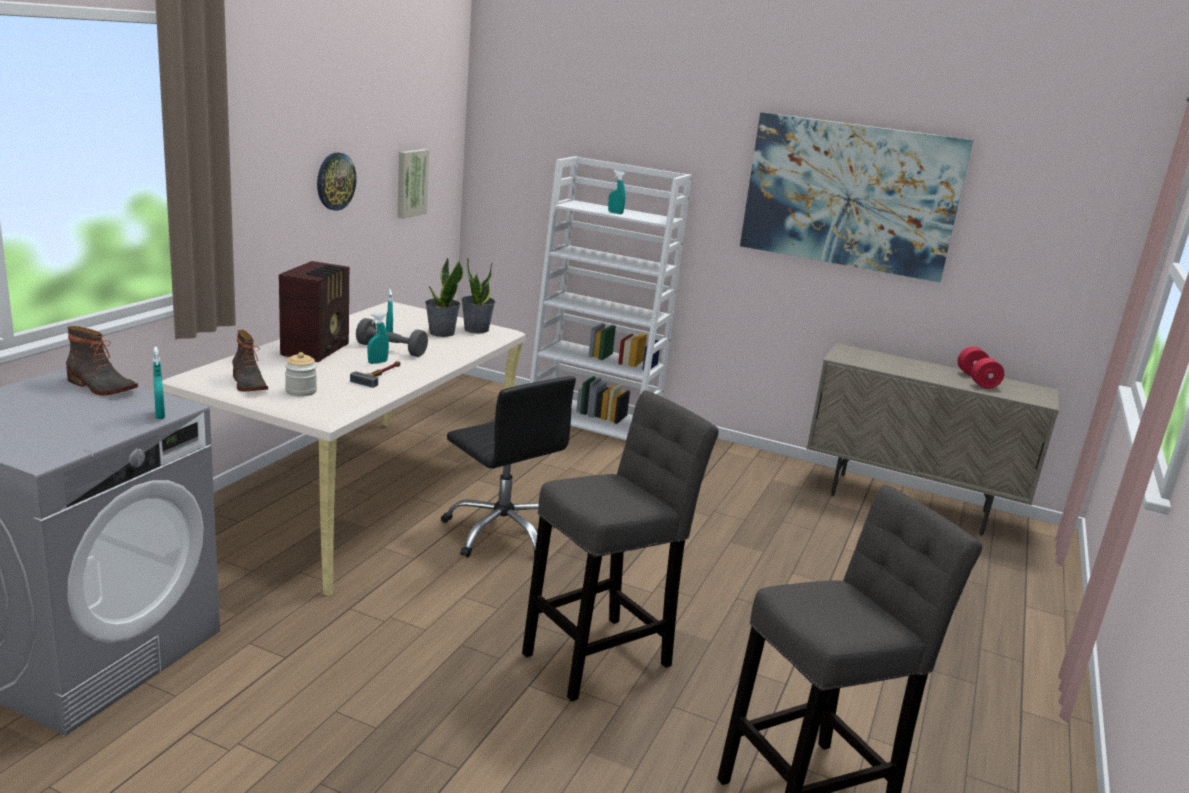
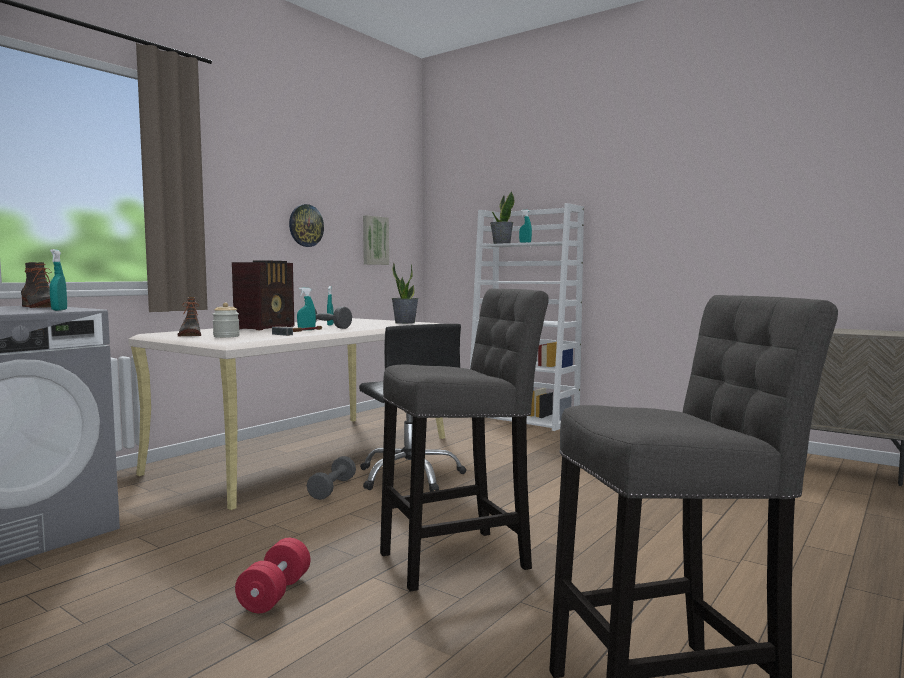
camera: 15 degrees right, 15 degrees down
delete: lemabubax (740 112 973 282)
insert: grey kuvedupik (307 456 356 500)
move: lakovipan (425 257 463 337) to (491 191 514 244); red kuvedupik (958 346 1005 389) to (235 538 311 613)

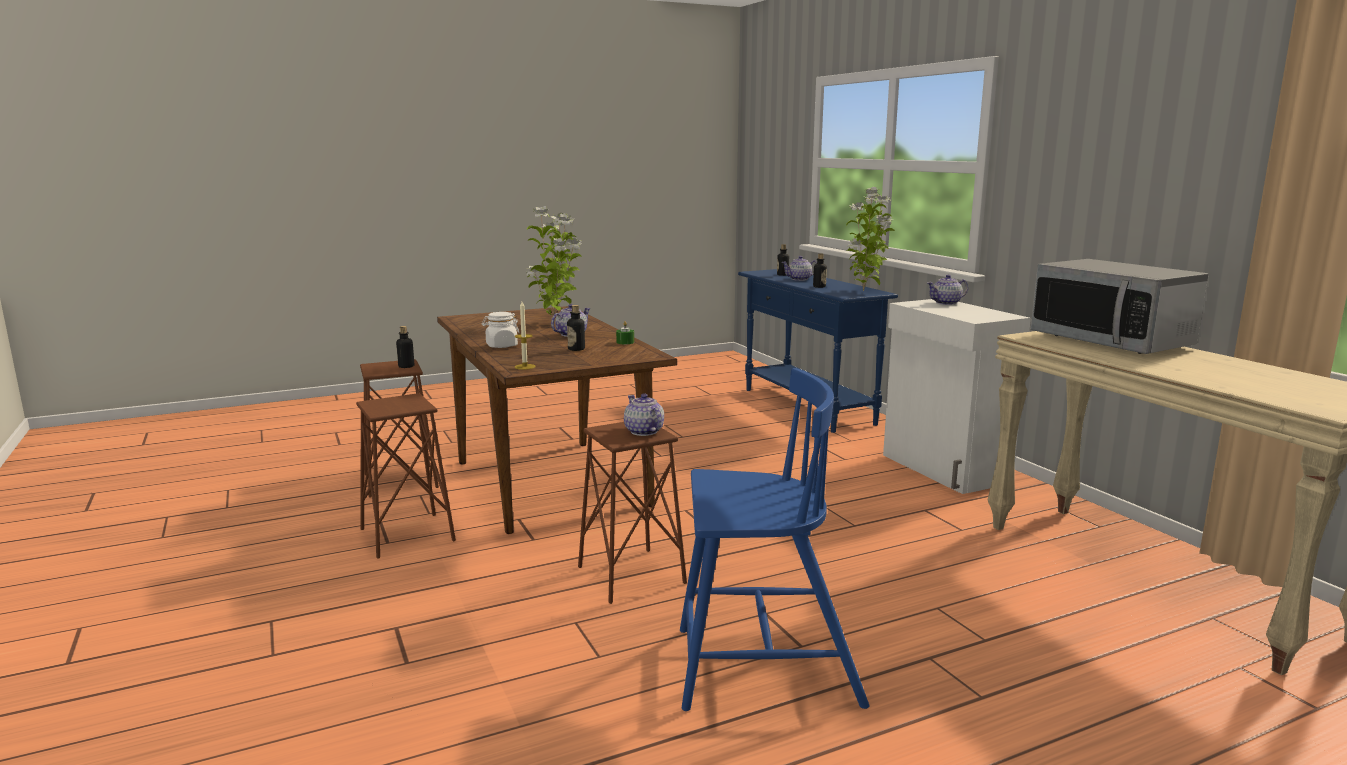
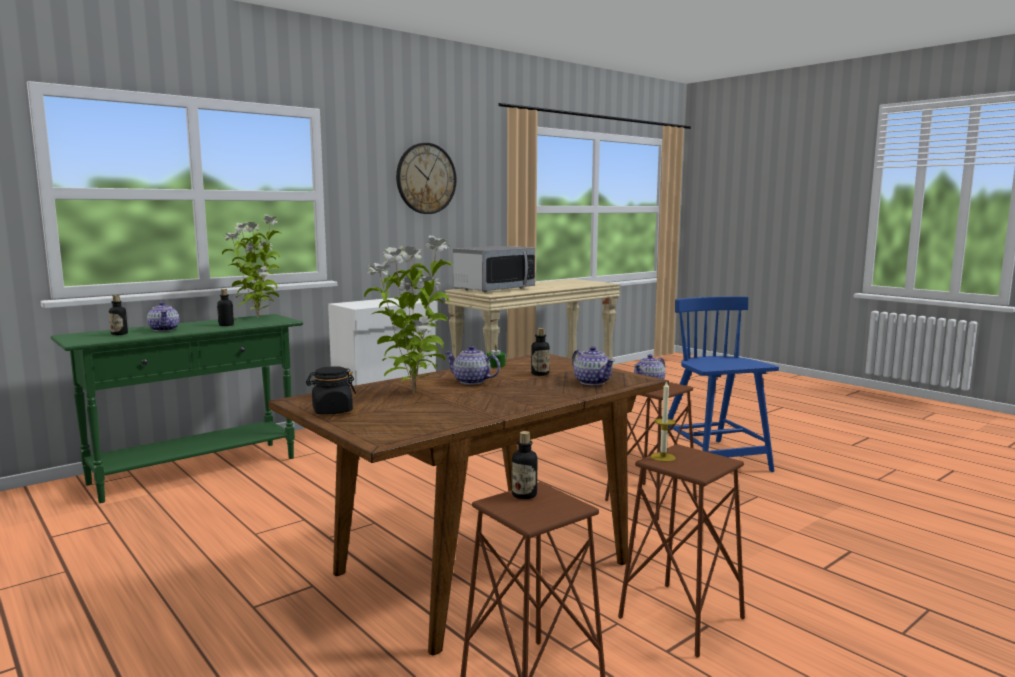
camera: 105 degrees left, 5 degrees down
delete: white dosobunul (481 312 520 348)
insert: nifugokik (396 143 456 214); black dosobunul (306 366 356 414)
move: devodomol (927 275 968 305) to (572 346 615 385); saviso (515 302 535 370) to (651 380 676 462)
recolor: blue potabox (738 269 898 433) to green potabox (51 314 303 503)

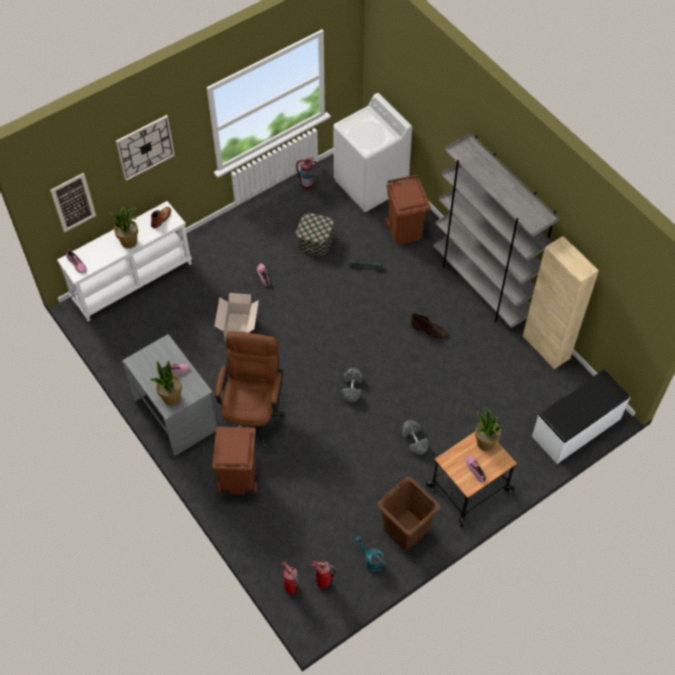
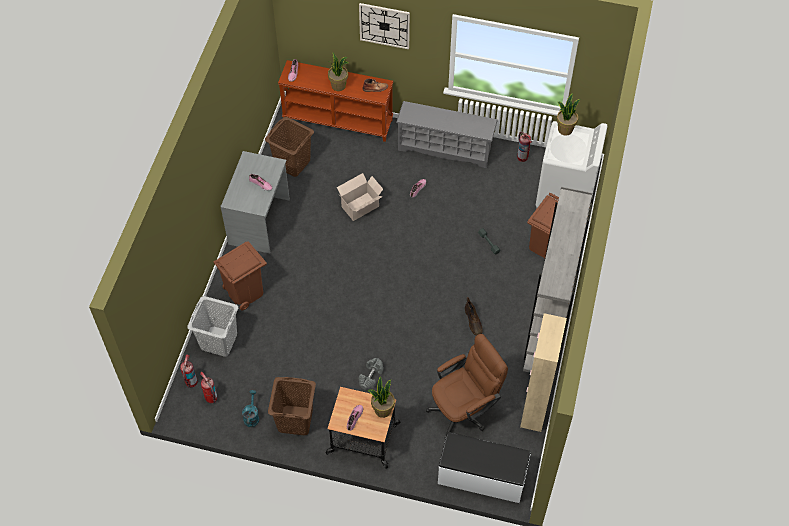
camera: 50 degrees right, 0 degrees up
delete: lemabubax (50 173 96 233); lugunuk (296 213 333 256); grey kuvedupik (342 368 363 402)
insert: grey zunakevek (396 101 498 168); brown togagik (265 117 314 177); grey togagik (187 296 238 357)
move: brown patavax (215 331 284 448) to (426 334 508 439); lakovipan (150 360 182 405) to (557 93 581 135)
recolor: white potabox (57 201 192 322) to brown potabox (278 60 393 142)

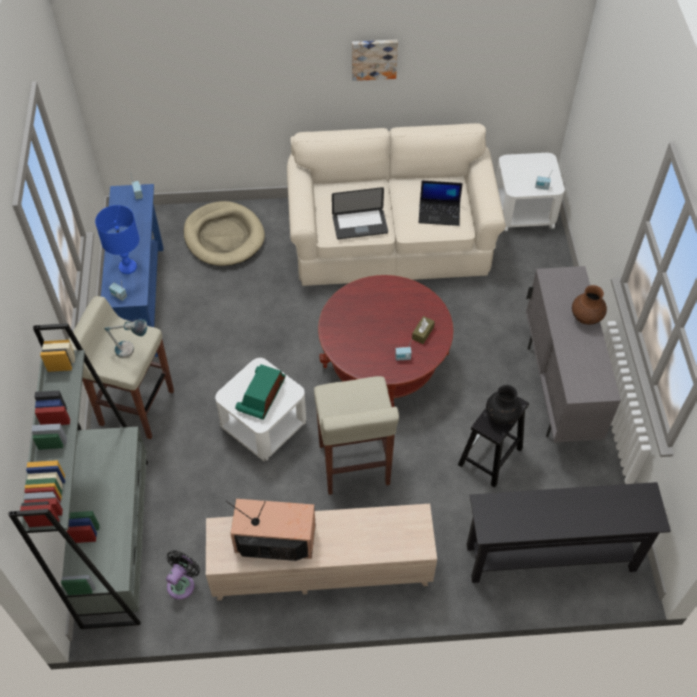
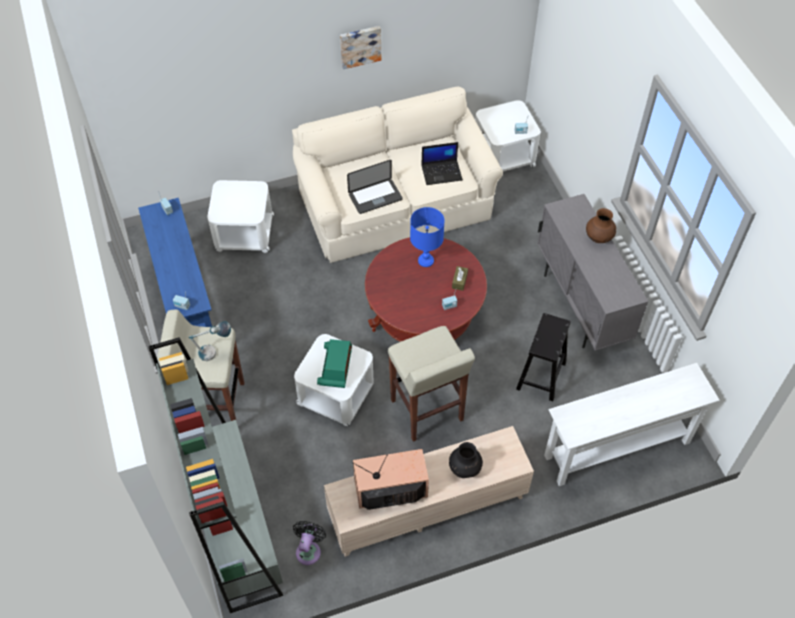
camera: 15 degrees left, 0 degrees up
move: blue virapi (95 205 139 274) to (410 207 444 267); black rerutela (486 385 522 424) to (449 442 483 478)
replace: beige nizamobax (184 201 265 266) to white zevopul (207 180 274 253)
recolor: black potabox (467 482 671 583) to white potabox (544 363 720 486)

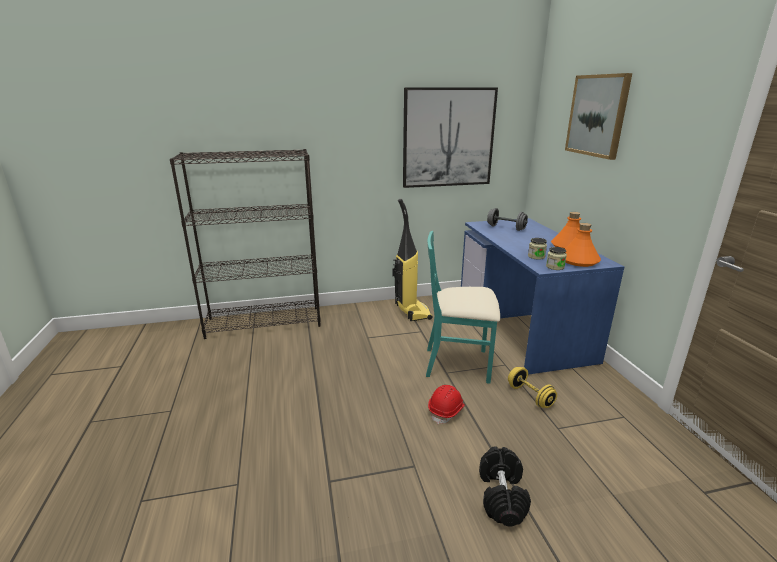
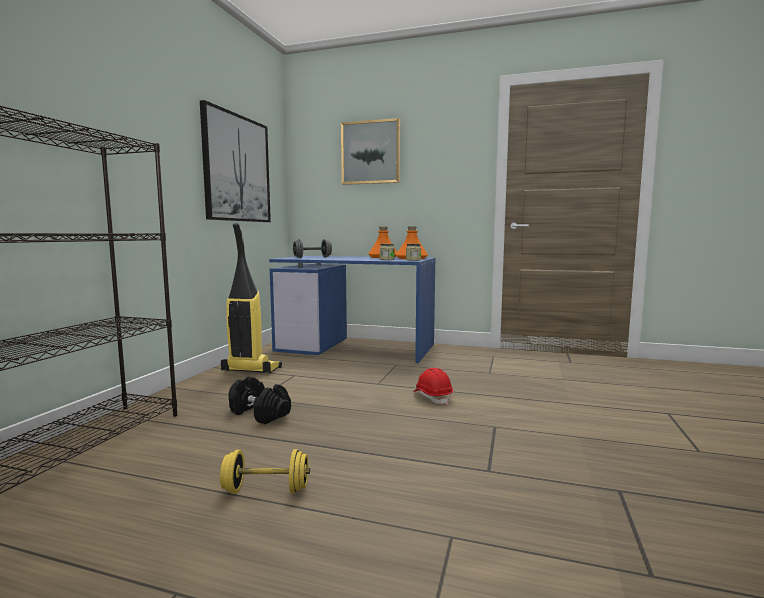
camera: 60 degrees left, 15 degrees down
delete: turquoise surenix (426 231 500 383)
move: yellow kuvedupik (508 367 557 408) to (220 449 310 494); black kuvedupik (479 446 531 527) to (229 377 291 424)

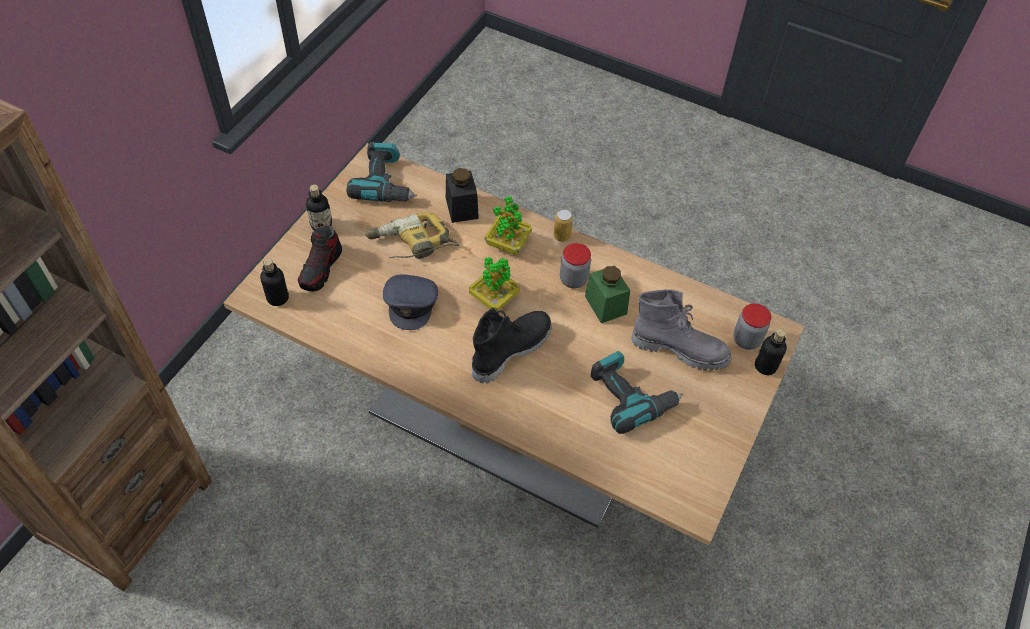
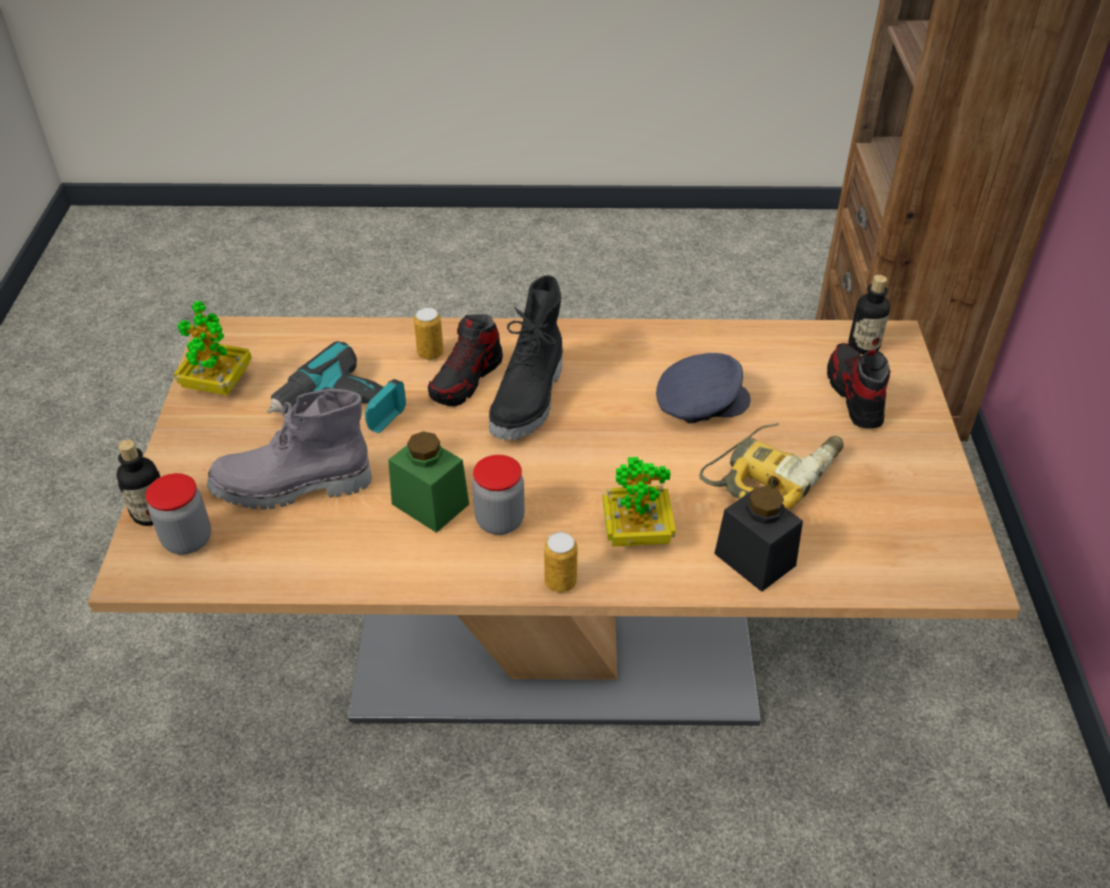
camera: 155 degrees right, 10 degrees down
delete: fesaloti (346 142 417 202); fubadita (306 185 332 230)
insert: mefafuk (414 307 444 360); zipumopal (428 314 503 406)
move: lakovipan (469 257 520 311) to (174 301 252 395)
rotate: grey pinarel (383 274 438 330) = (656 353 751 424) 105 degrees clockwise

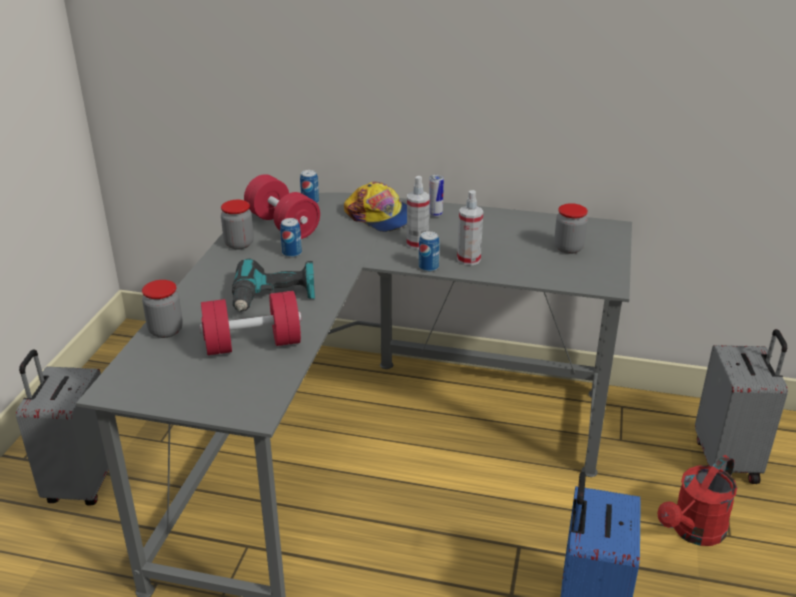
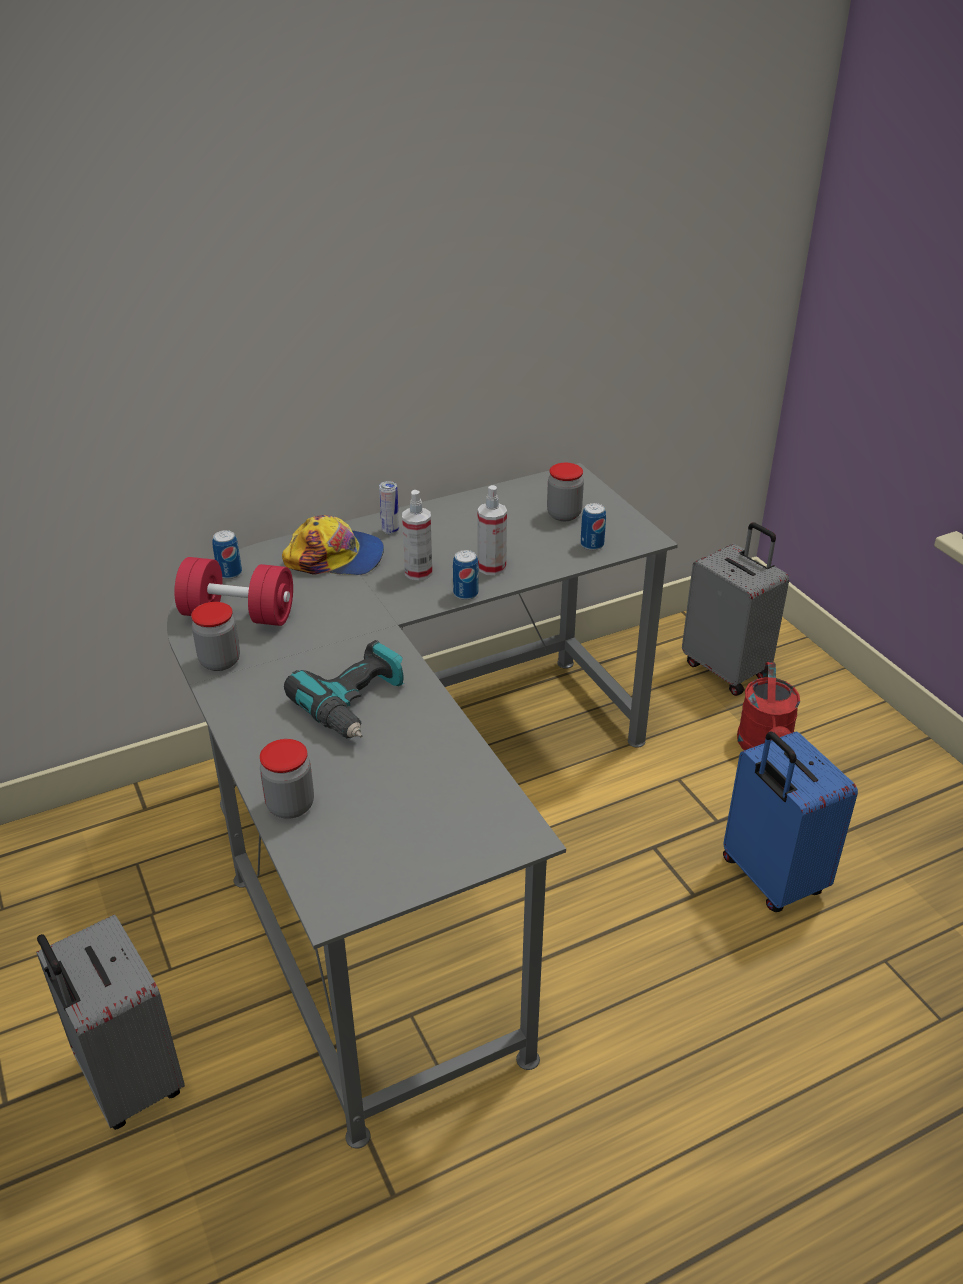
camera: 40 degrees left, 5 degrees up
delete: red kuvedupik (200 291 301 355)
move: mefafuk (280 218 302 258) to (580 503 606 550)

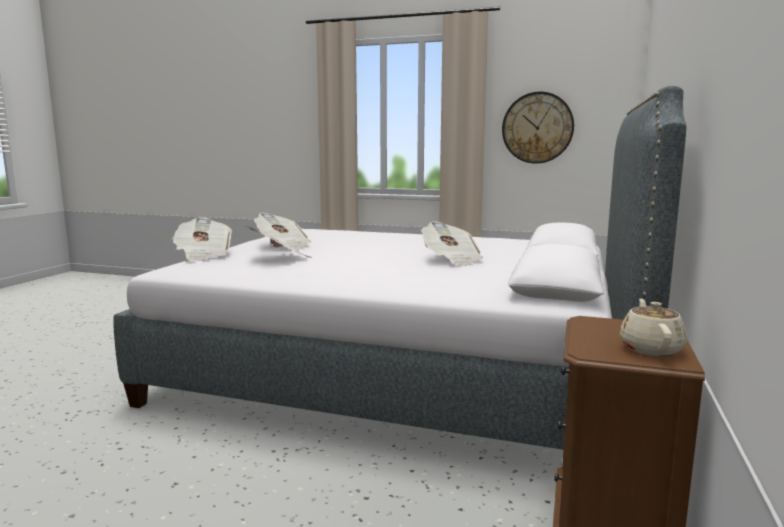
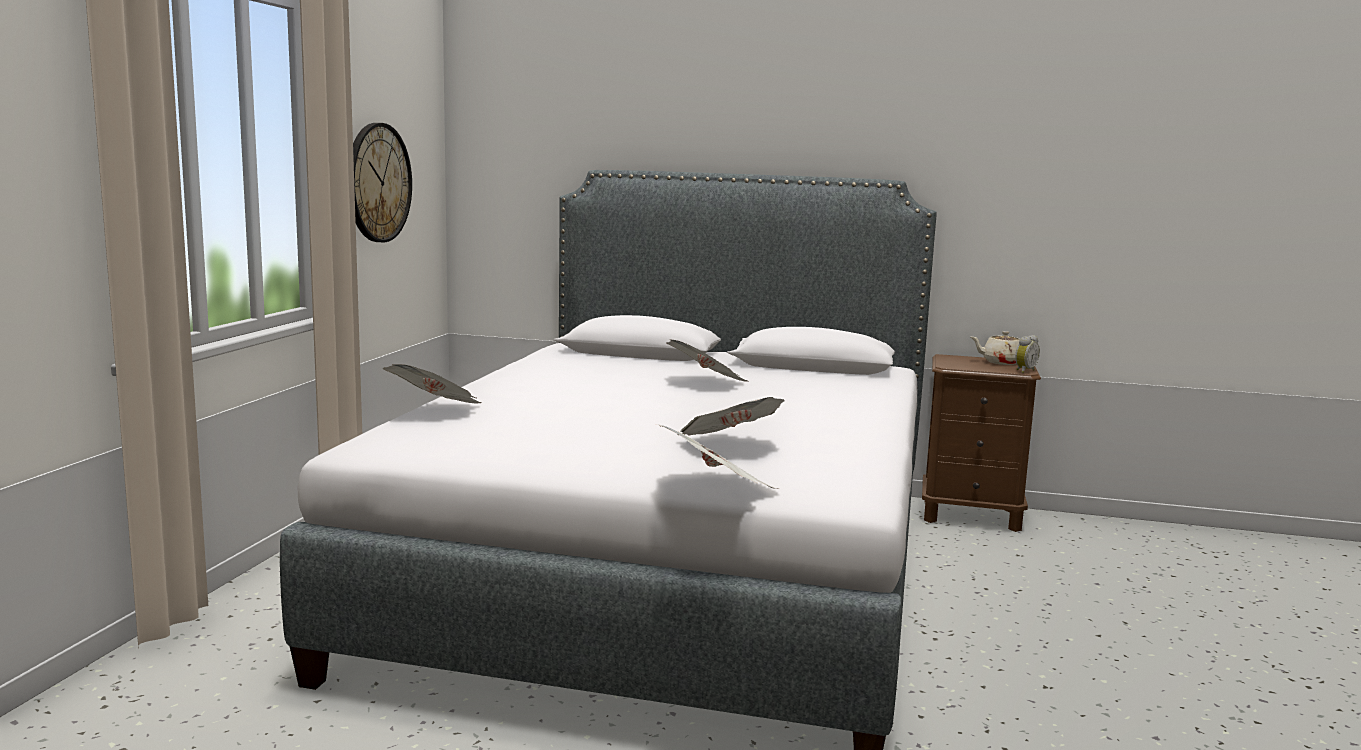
camera: 95 degrees left, 0 degrees up
insert: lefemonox (1015 335 1040 373)
move: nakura (254 213 311 250) to (383 364 482 404)

